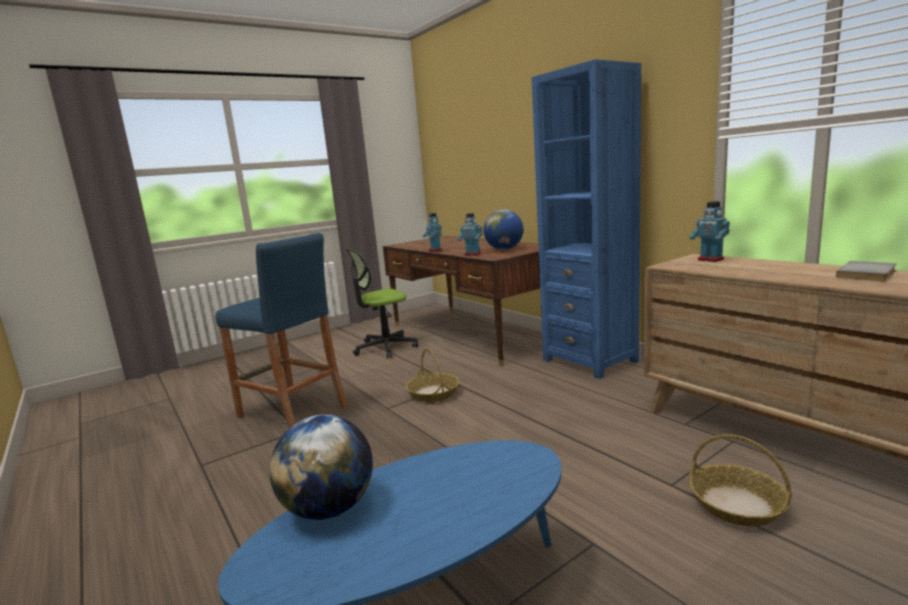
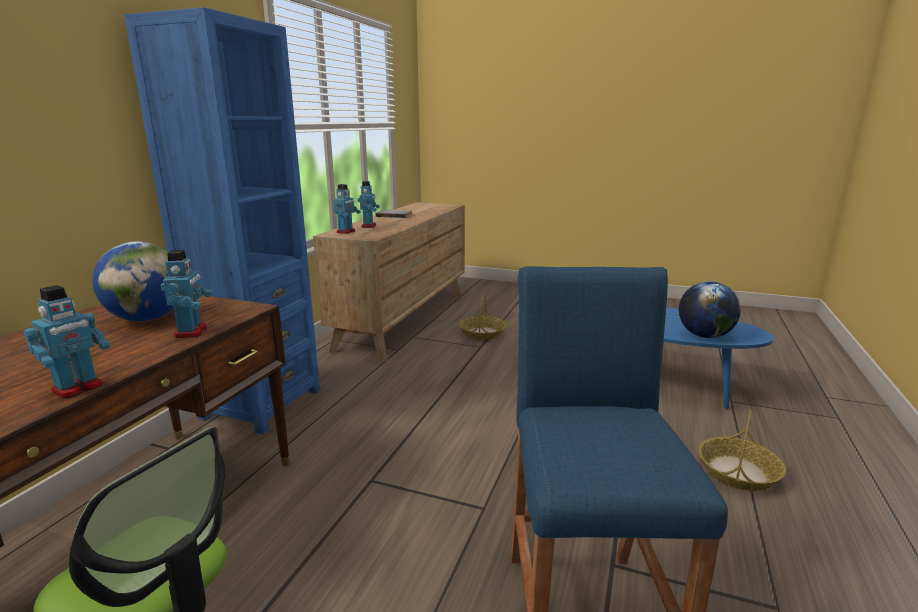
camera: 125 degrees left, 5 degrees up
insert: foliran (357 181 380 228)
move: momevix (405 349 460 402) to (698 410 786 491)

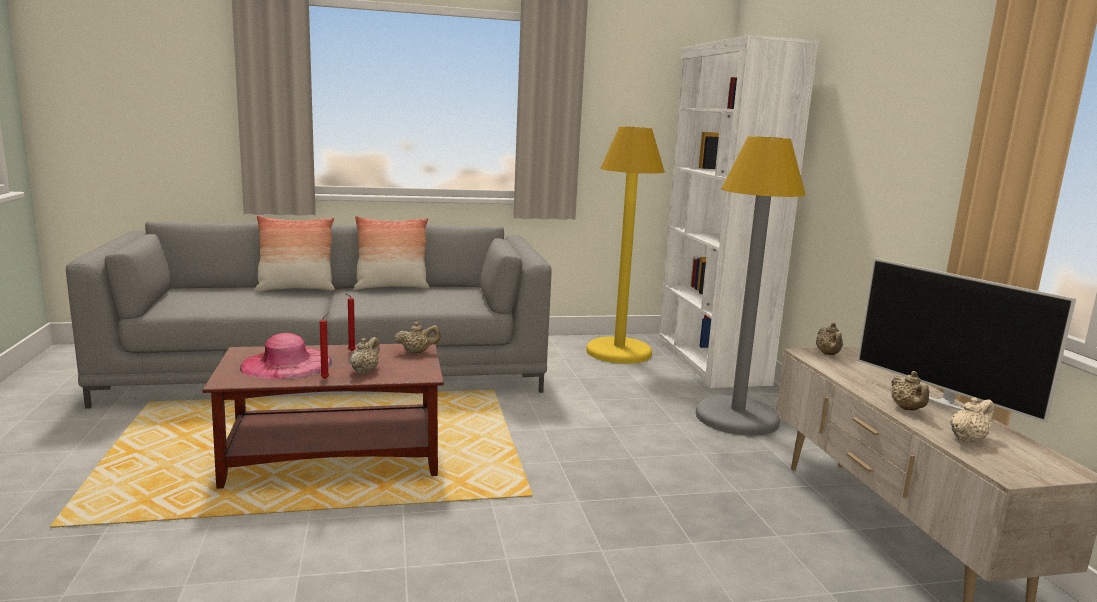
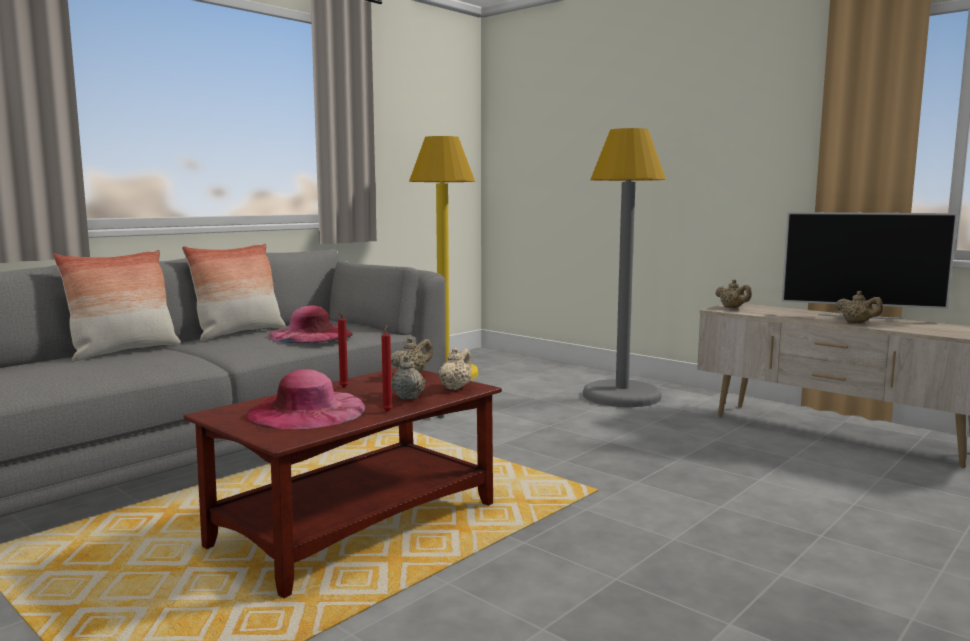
camera: 35 degrees left, 5 degrees down
delete: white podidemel (658 35 819 388)
insert: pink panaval (268 306 353 343)
move: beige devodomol (950 397 994 442) to (439 347 472 390)

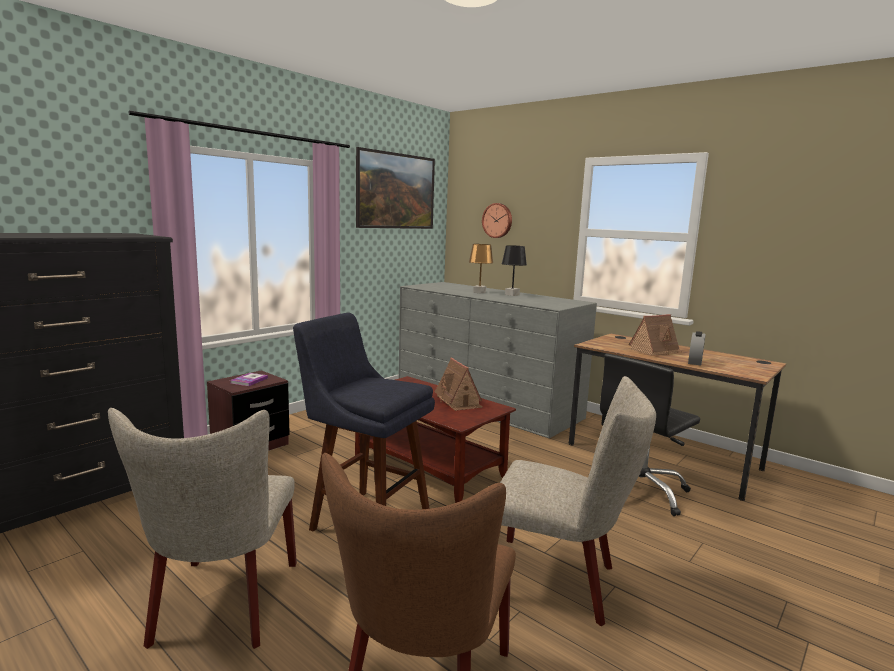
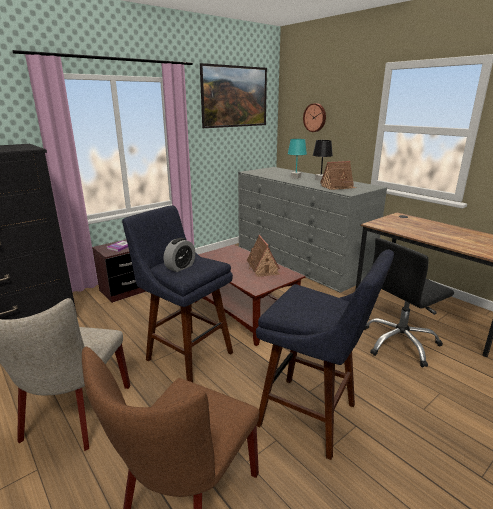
camera: 10 degrees right, 10 degrees up
move: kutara (629 314 681 356) to (320 161 356 190); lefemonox (688 331 706 366) to (164 238 195 272)
replace: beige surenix (500 376 656 626) to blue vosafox (256 250 394 460)
recolor: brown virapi (469 244 493 294) to turquoise virapi (287 139 307 179)

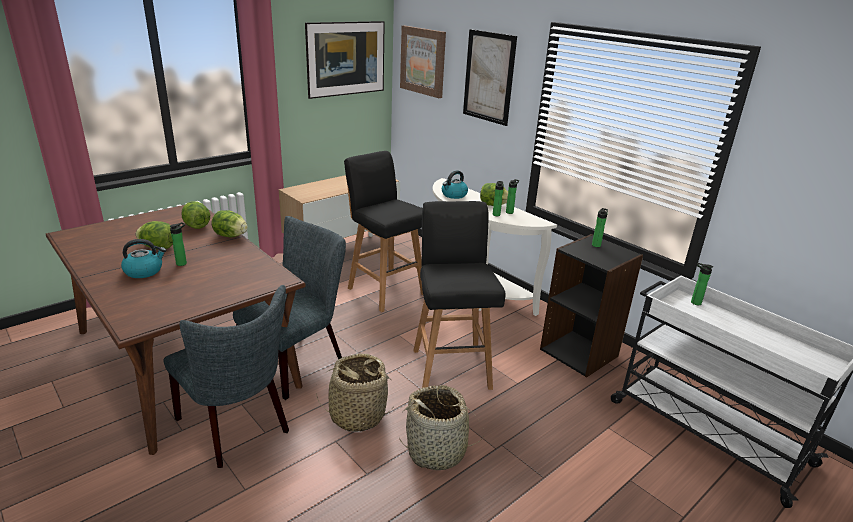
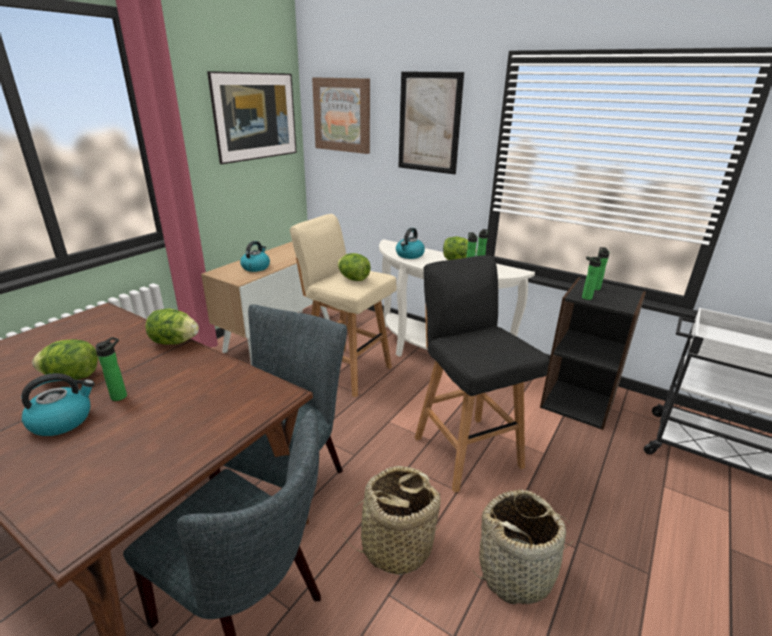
camera: 15 degrees left, 0 degrees up
insert: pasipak (240 241 270 272)
move: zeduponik (182 201 210 229) to (337 253 371 281); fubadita (691 263 713 305) to (582 256 602 300)
recolor: black vosafox (344 151 423 312) to beige vosafox (290 214 397 397)

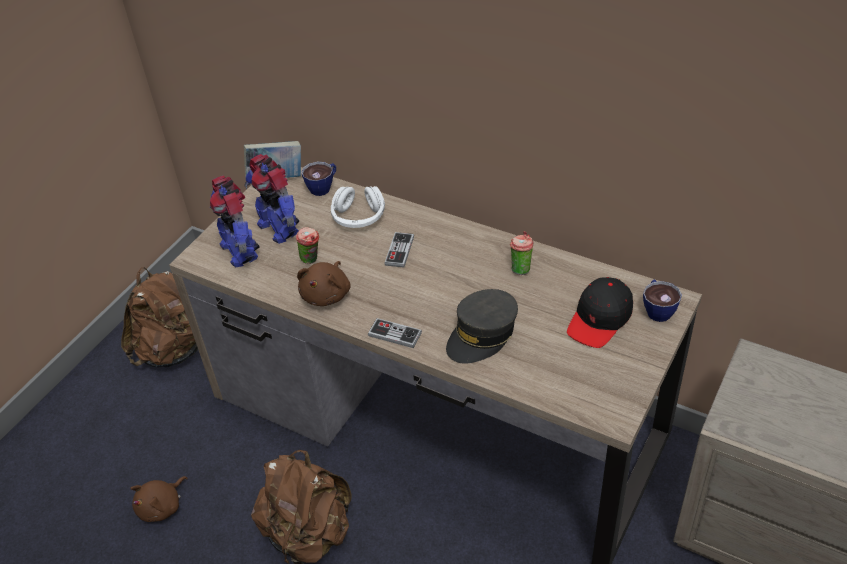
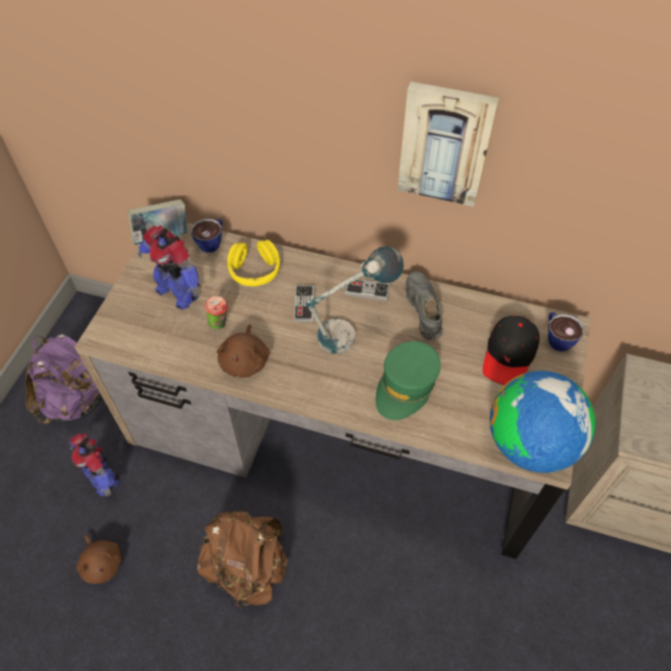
camera: 15 degrees left, 10 degrees up
insert: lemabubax (398 81 499 207); virapi (306 246 404 354); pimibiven (490 371 595 473)
move: foliran (210 176 260 268) to (70 433 119 497); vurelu (368 318 422 348) to (344 279 390 301)
replace: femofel (510 231 534 275) to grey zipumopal (405 272 443 340)
recolor: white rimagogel (331 186 385 228) to yellow rimagogel (227 240 280 286); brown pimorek (121 267 198 367) to purple pimorek (26 334 103 424); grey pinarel (446 289 518 364) to green pinarel (376 341 441 420)
rotate: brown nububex (130 476 188 522) = (76 534 122 584) 60 degrees counterclockwise

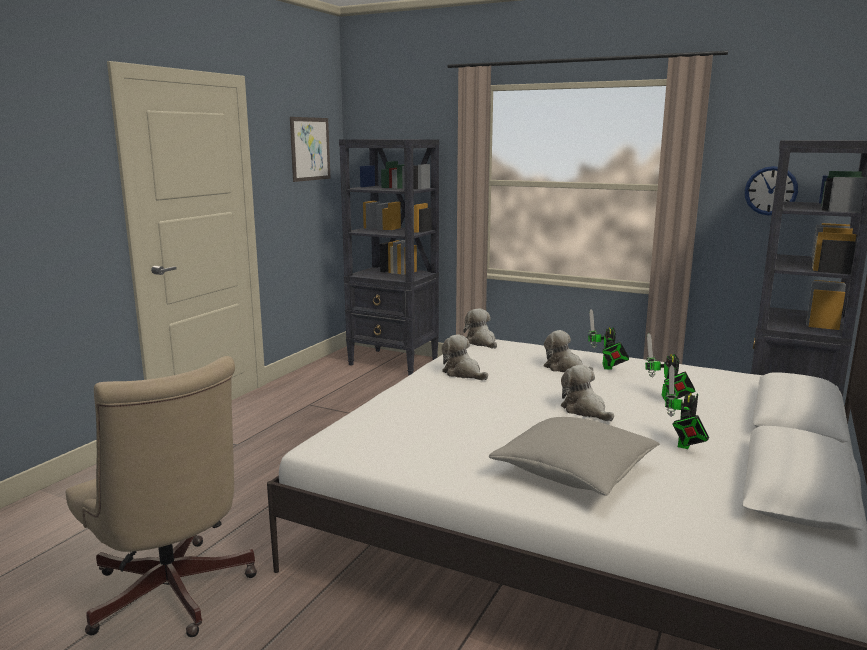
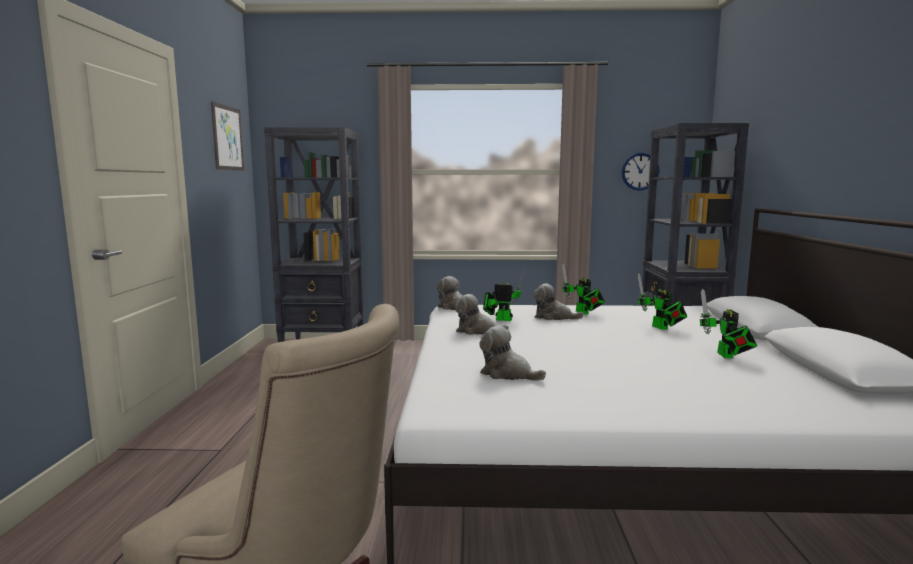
camera: 25 degrees left, 5 degrees down
delete: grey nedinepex (489 417 660 496)
insert: foliran (483 268 524 321)
move: nububex (561 365 614 421) to (479 325 546 381)

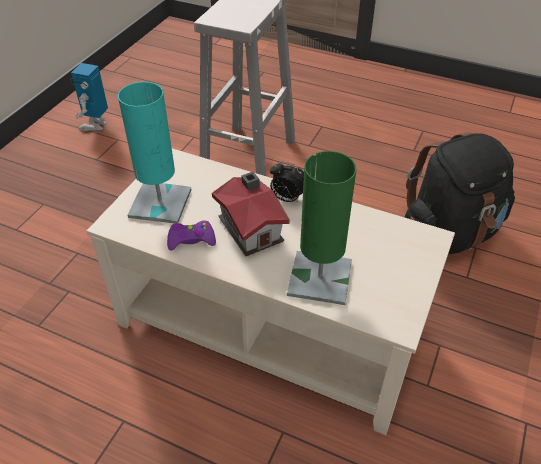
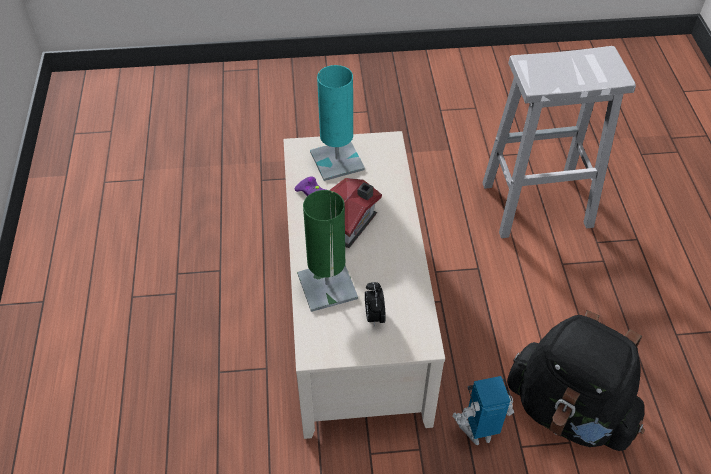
camera: 60 degrees right, 5 degrees up
move: foliran (70 63 108 131) to (452 376 514 445); lefemonox (270 161 304 203) to (365 282 386 327)

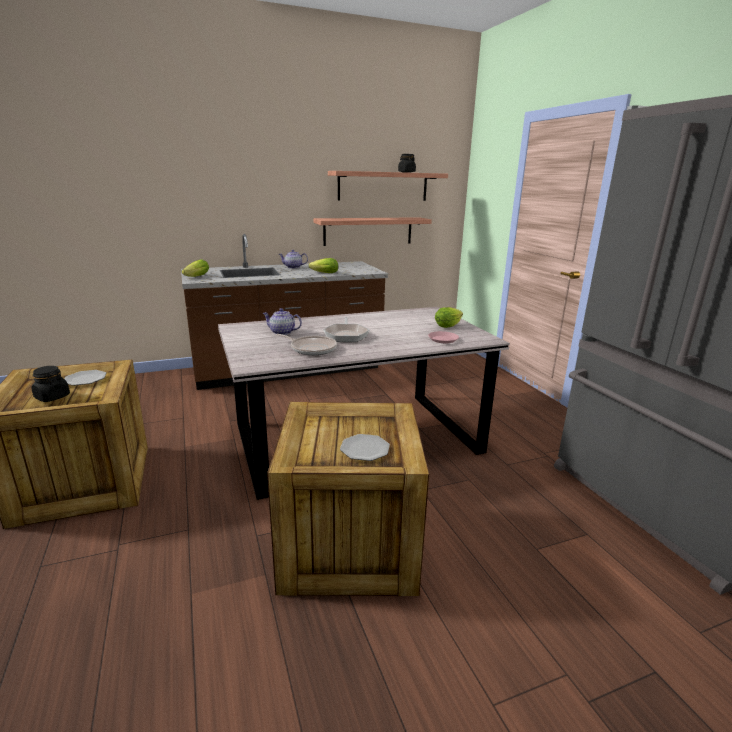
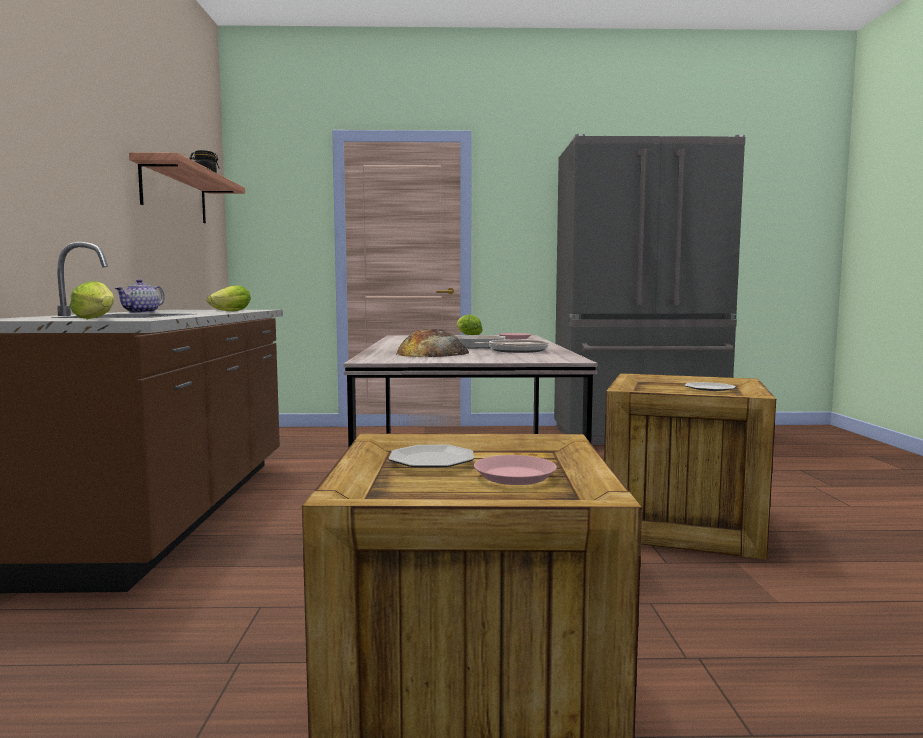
camera: 70 degrees left, 15 degrees down
delete: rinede (313 217 432 246)
replace: devodomol (263 308 302 335) to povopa (396 329 469 357); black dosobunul (31 366 70 402) to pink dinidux (474 455 557 485)

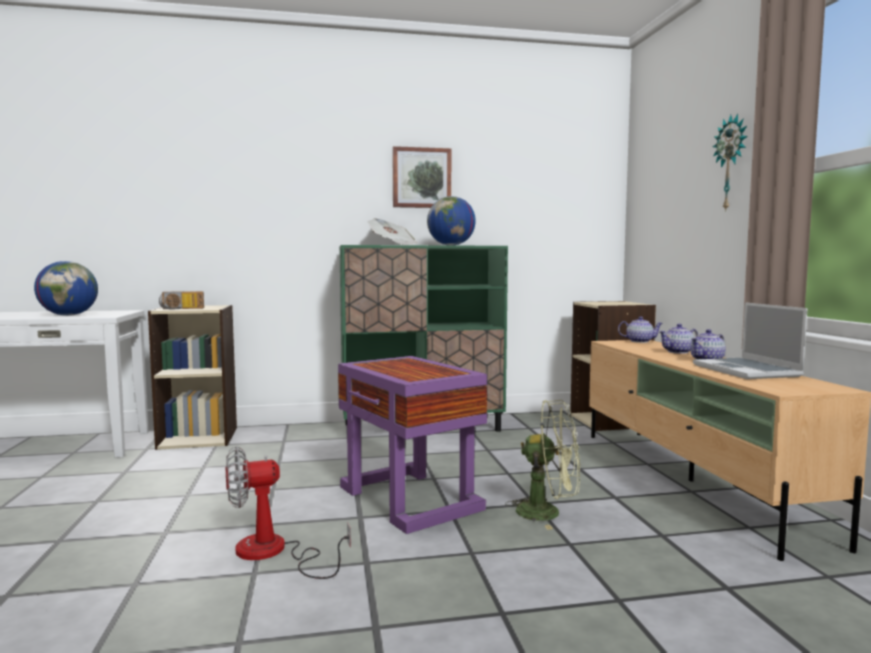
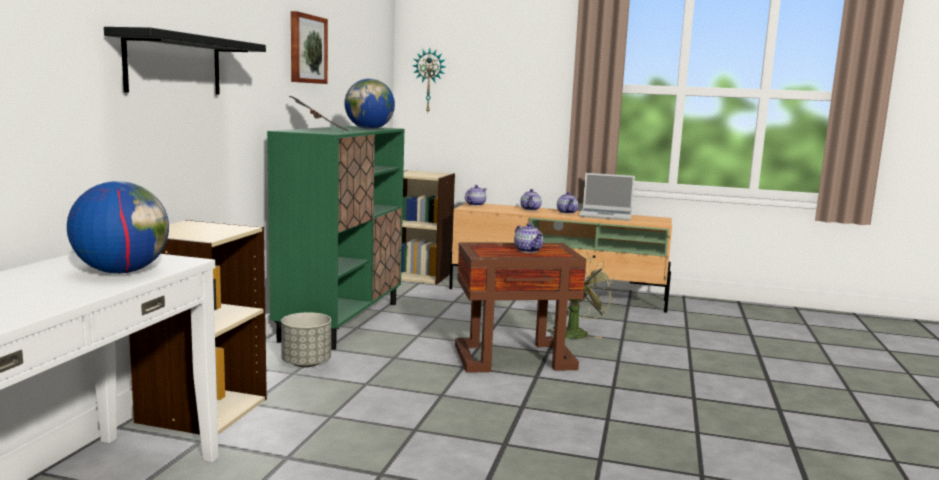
camera: 65 degrees left, 5 degrees up
delete: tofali (159 291 204 309); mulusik (226 446 351 579)
insert: black rinede (104 27 266 95); devodomol (514 223 543 253); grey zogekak (281 312 331 368)
move: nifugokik (713 114 748 212) to (413 48 446 113)
recolor: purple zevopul (338 356 487 534) to brown zevopul (455 242 586 373)

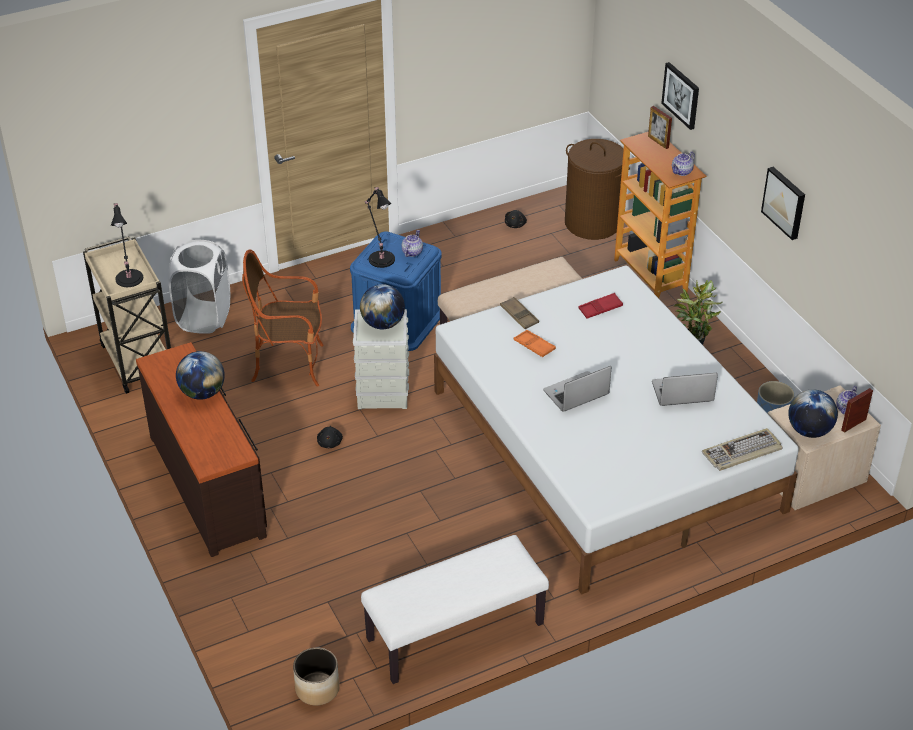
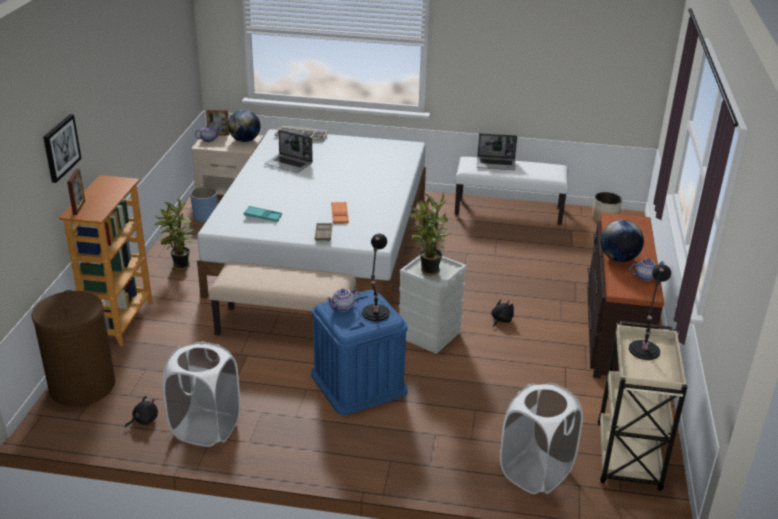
camera: 145 degrees left, 10 degrees down
delete: lemabubax (761 167 805 240); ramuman (242 249 324 387)
insert: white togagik (162 341 240 447)
move: devodomol (672 151 695 176) to (629 258 665 281); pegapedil (543 366 611 412) to (477 133 517 170)
replace: pimibiven (360 284 405 329) to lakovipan (410 192 450 276)
recolor: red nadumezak (579 293 623 319) to turquoise nadumezak (244 206 282 222)

